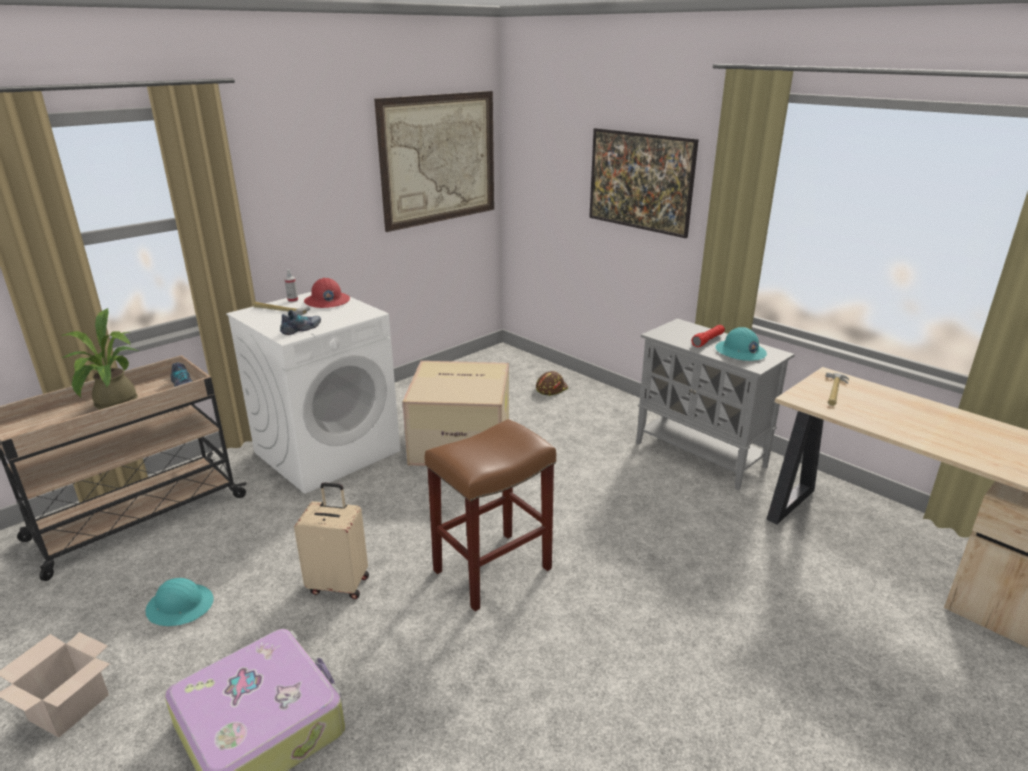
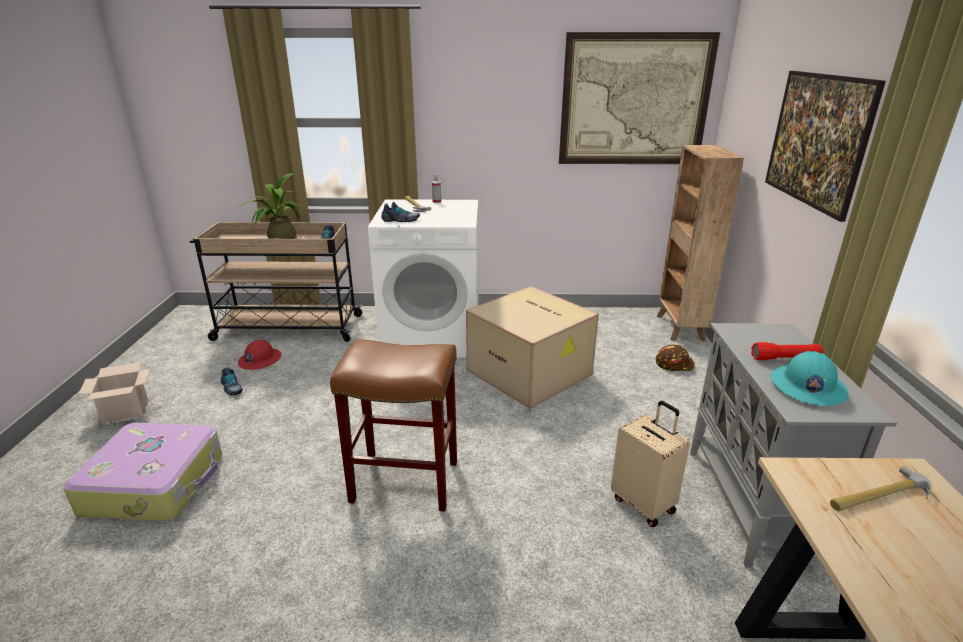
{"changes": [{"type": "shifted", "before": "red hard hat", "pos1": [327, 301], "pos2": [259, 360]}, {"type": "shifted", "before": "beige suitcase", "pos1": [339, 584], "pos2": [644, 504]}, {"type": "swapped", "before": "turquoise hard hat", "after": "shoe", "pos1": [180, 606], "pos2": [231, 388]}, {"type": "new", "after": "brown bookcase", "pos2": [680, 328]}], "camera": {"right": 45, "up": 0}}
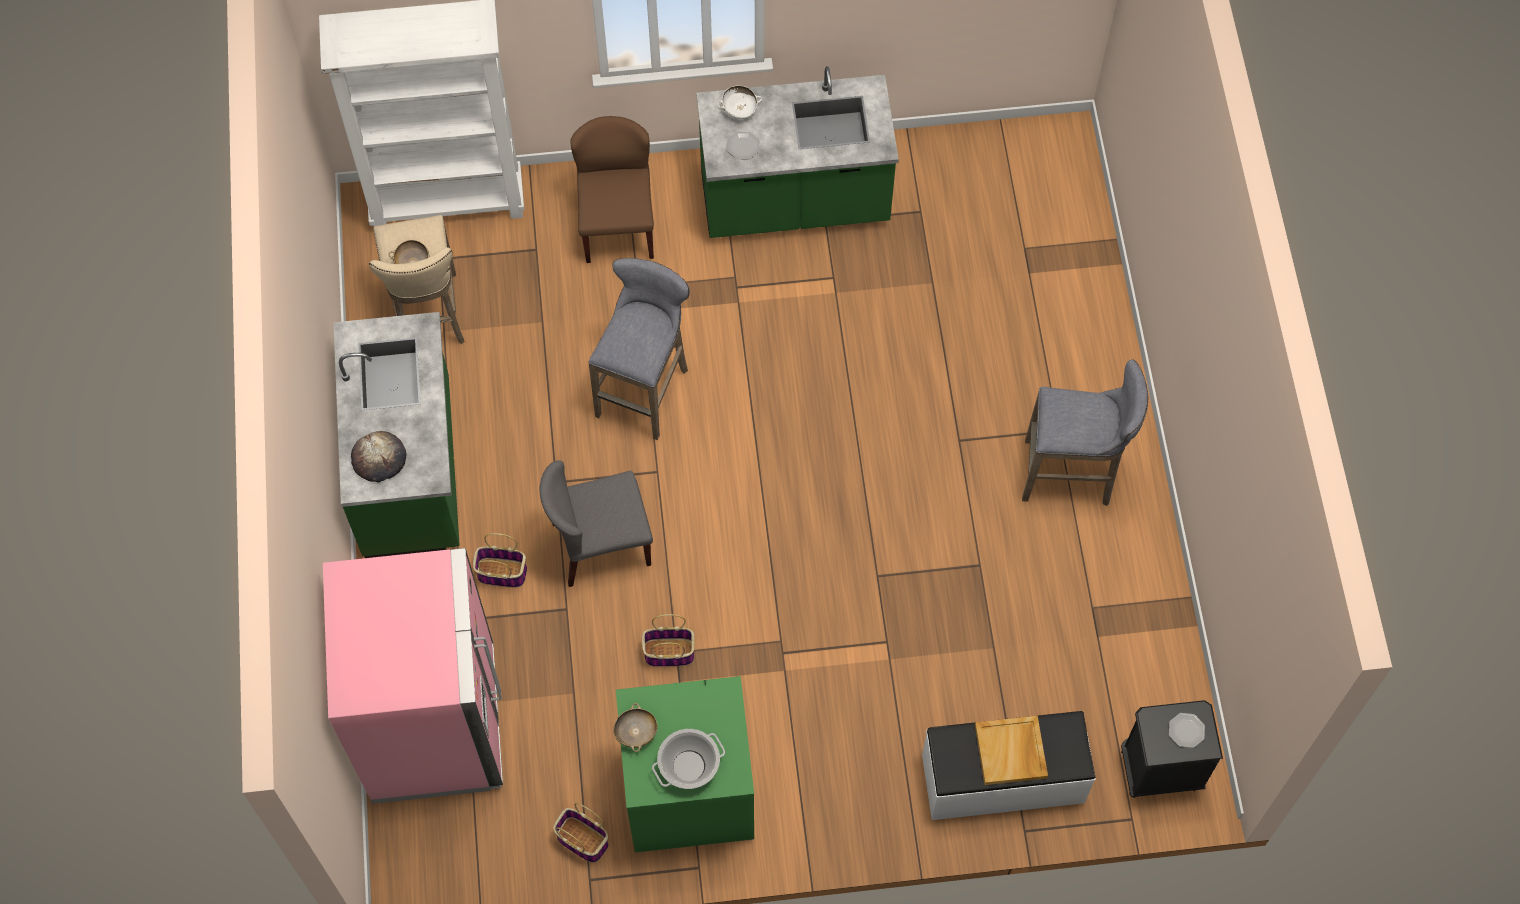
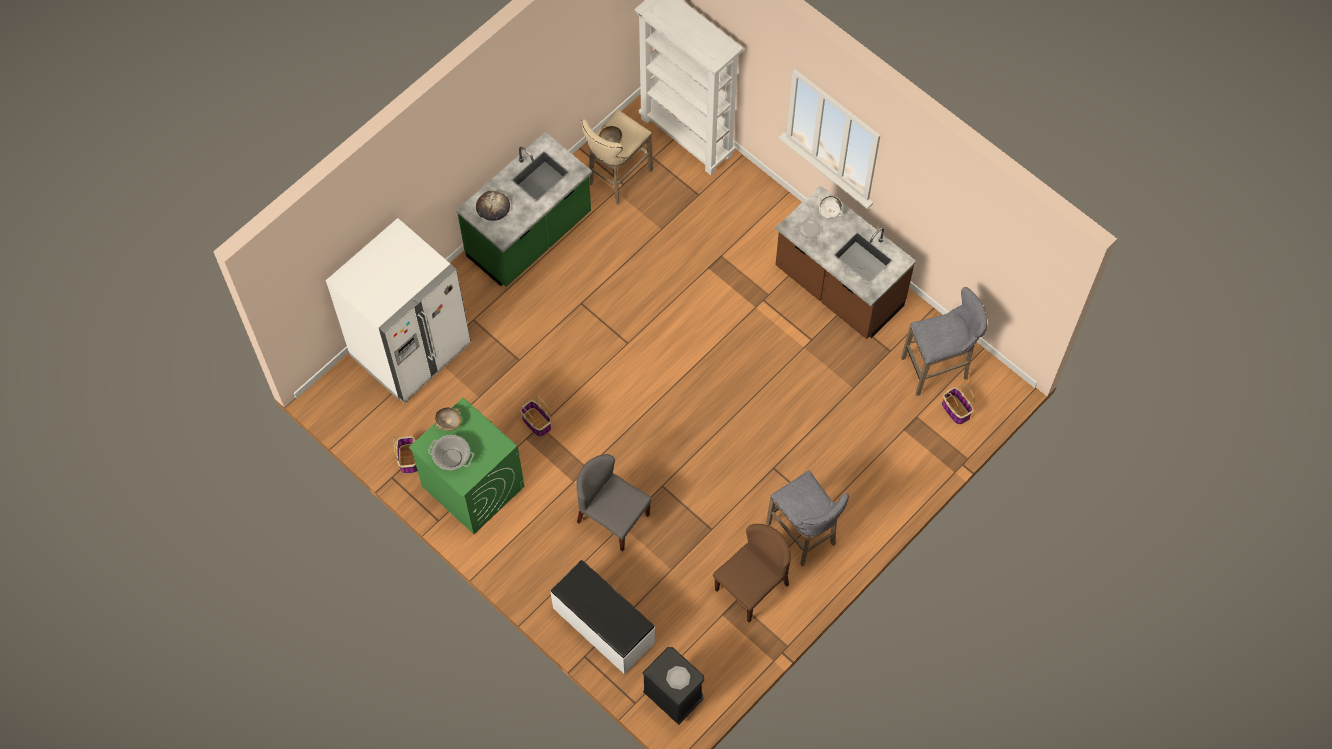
{"changes": [{"type": "repainted", "before": "green counter", "after": "brown counter", "pos1": [794, 202], "pos2": [838, 289]}, {"type": "shifted", "before": "brown chair", "pos1": [617, 226], "pos2": [752, 586]}, {"type": "shifted", "before": "grey stool", "pos1": [645, 389], "pos2": [938, 368]}, {"type": "shifted", "before": "grey chair", "pos1": [600, 544], "pos2": [612, 518]}, {"type": "shifted", "before": "basket", "pos1": [501, 573], "pos2": [955, 410]}, {"type": "repainted", "before": "pink fridge", "after": "white fridge", "pos1": [435, 724], "pos2": [411, 350]}, {"type": "gone", "before": "beige tray", "pos1": [1011, 752]}], "camera": {"right": 50, "up": 0}}
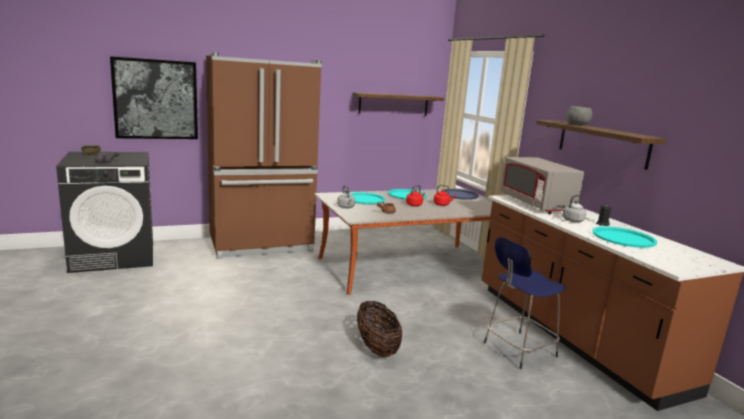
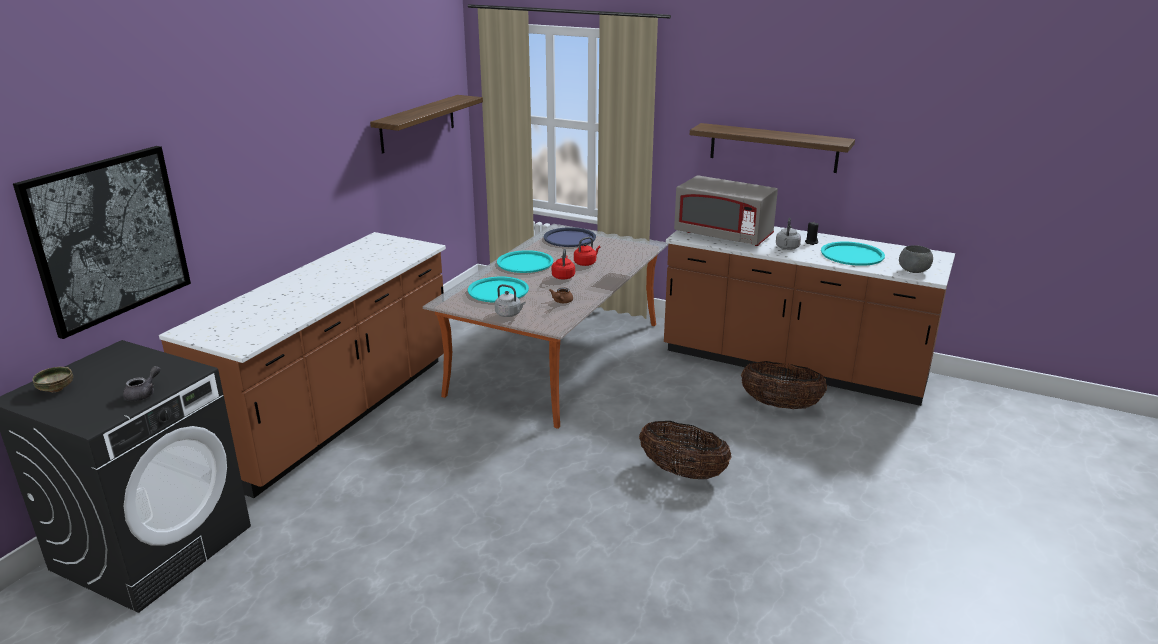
{"changes": [{"type": "swapped", "before": "brown fridge", "after": "brown counter", "pos1": [262, 245], "pos2": [337, 414]}, {"type": "shifted", "before": "grey bowl", "pos1": [577, 125], "pos2": [913, 271]}, {"type": "swapped", "before": "blue stool", "after": "basket", "pos1": [518, 350], "pos2": [780, 405]}], "camera": {"right": -40, "up": 10}}
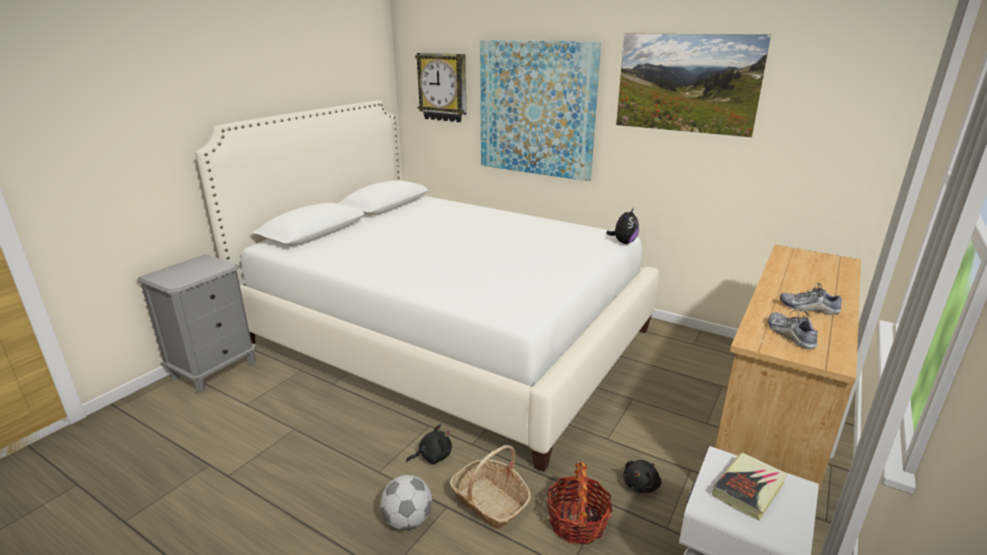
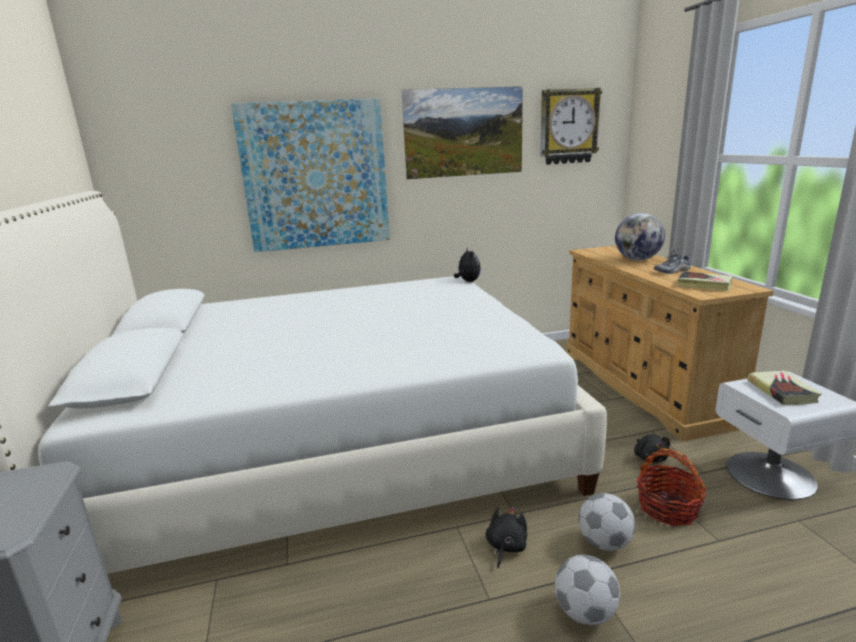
{"changes": [{"type": "shifted", "before": "wall clock", "pos1": [443, 87], "pos2": [568, 127]}, {"type": "swapped", "before": "shoe", "after": "book", "pos1": [790, 335], "pos2": [704, 285]}, {"type": "swapped", "before": "basket", "after": "football", "pos1": [490, 502], "pos2": [605, 543]}, {"type": "new", "after": "globe", "pos2": [637, 259]}], "camera": {"right": -45, "up": -5}}
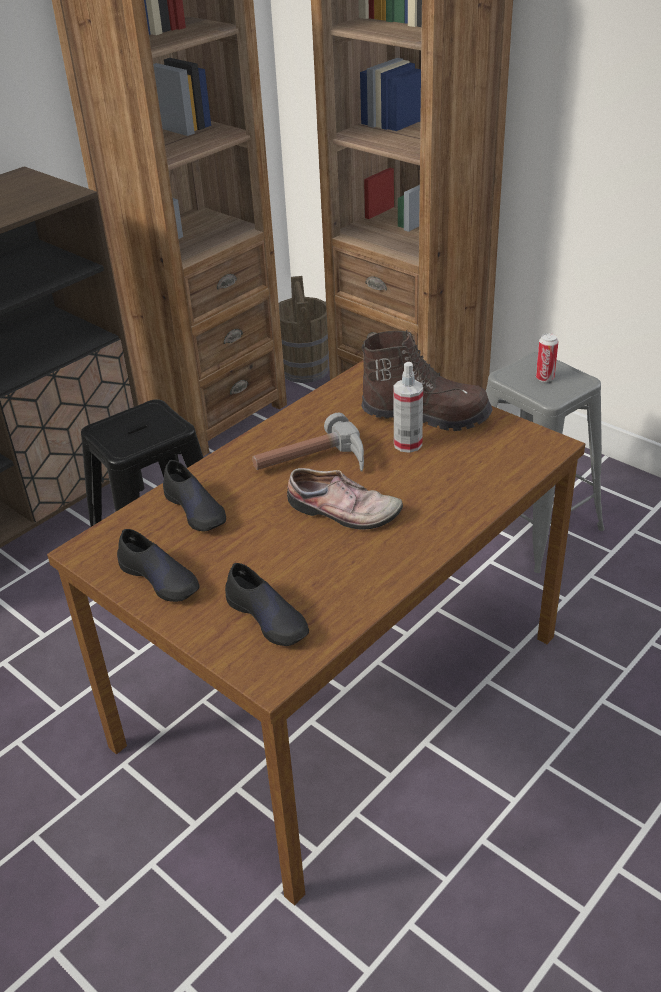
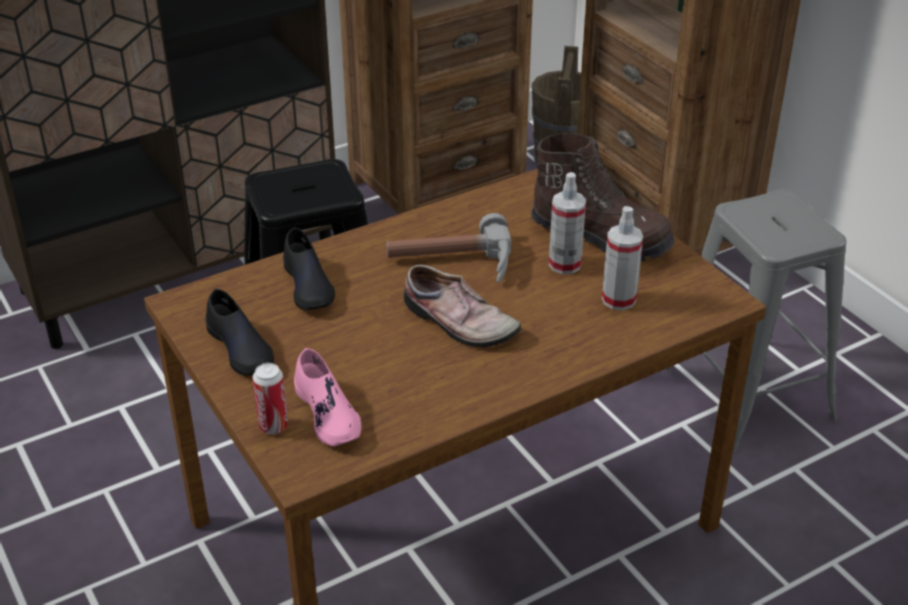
{"changes": [{"type": "shifted", "before": "can", "pos1": [545, 378], "pos2": [273, 426]}, {"type": "repainted", "before": "black shoe", "after": "pink shoe", "pos1": [268, 617], "pos2": [328, 413]}, {"type": "new", "after": "spray bottle", "pos2": [618, 300]}], "camera": {"right": 15, "up": 0}}
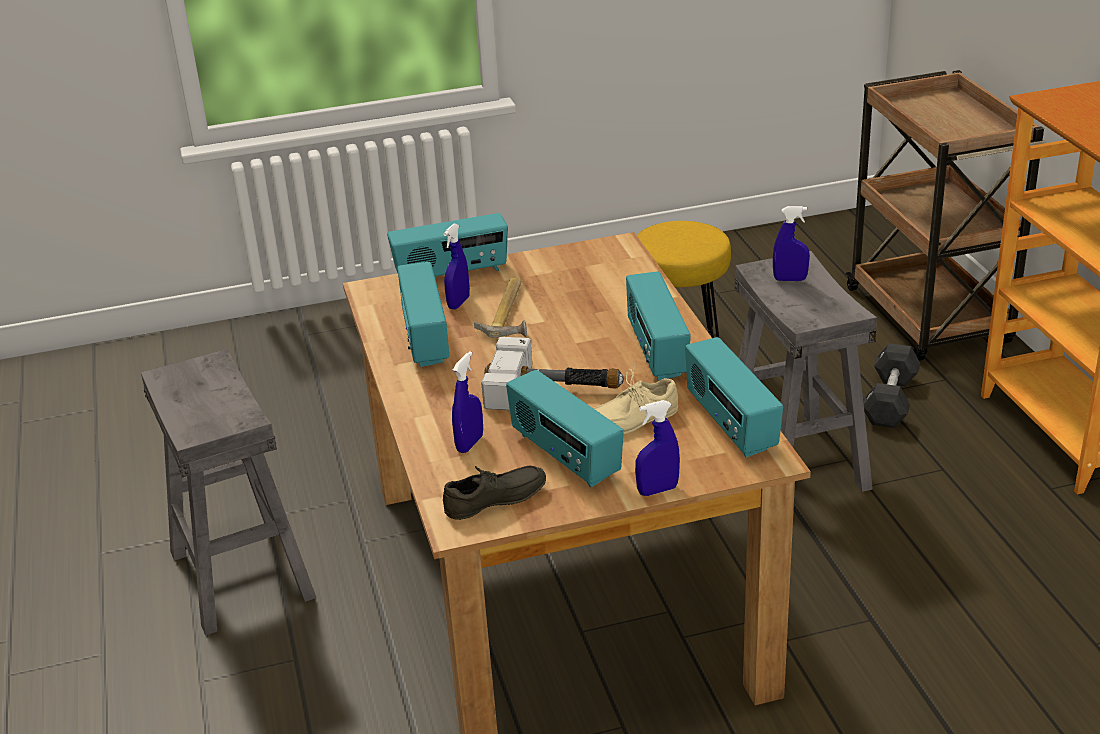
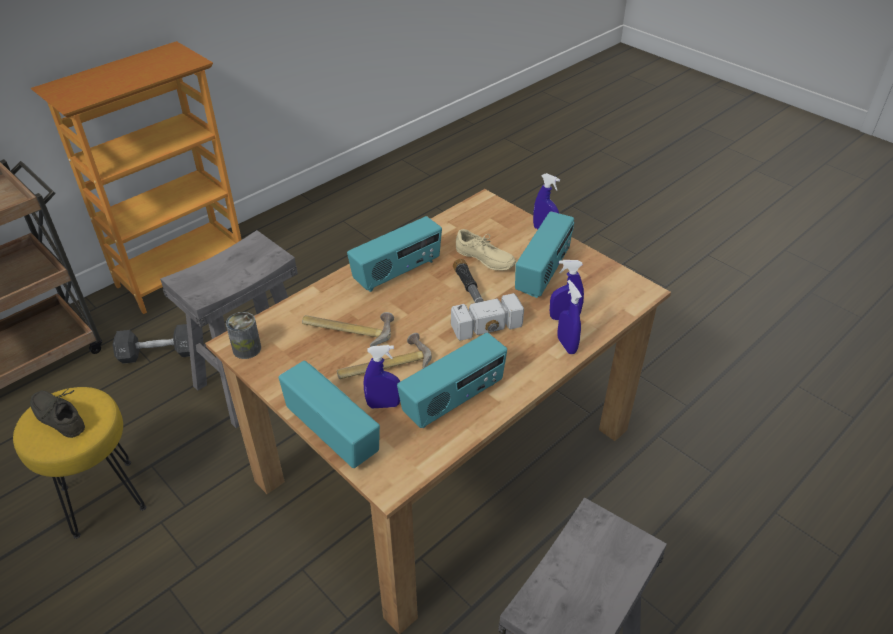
{"changes": [{"type": "shifted", "before": "blue spray bottle", "pos1": [790, 279], "pos2": [566, 345]}, {"type": "gone", "before": "radio", "pos1": [730, 425]}, {"type": "shifted", "before": "grey shoe", "pos1": [497, 502], "pos2": [61, 416]}, {"type": "new", "after": "can", "pos2": [247, 349]}, {"type": "new", "after": "hammer", "pos2": [348, 329]}], "camera": {"right": -120, "up": 10}}
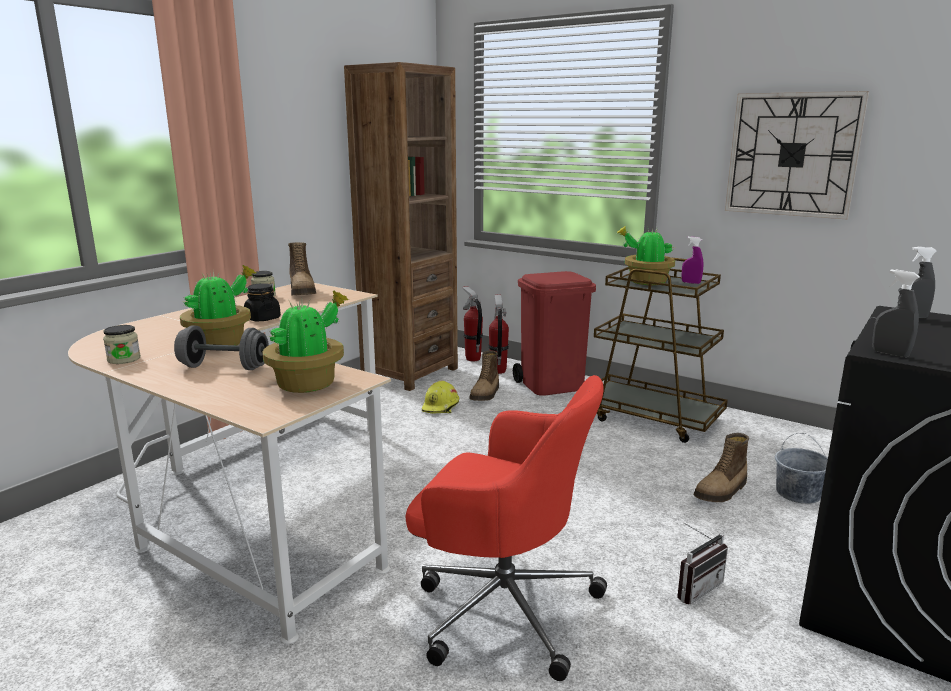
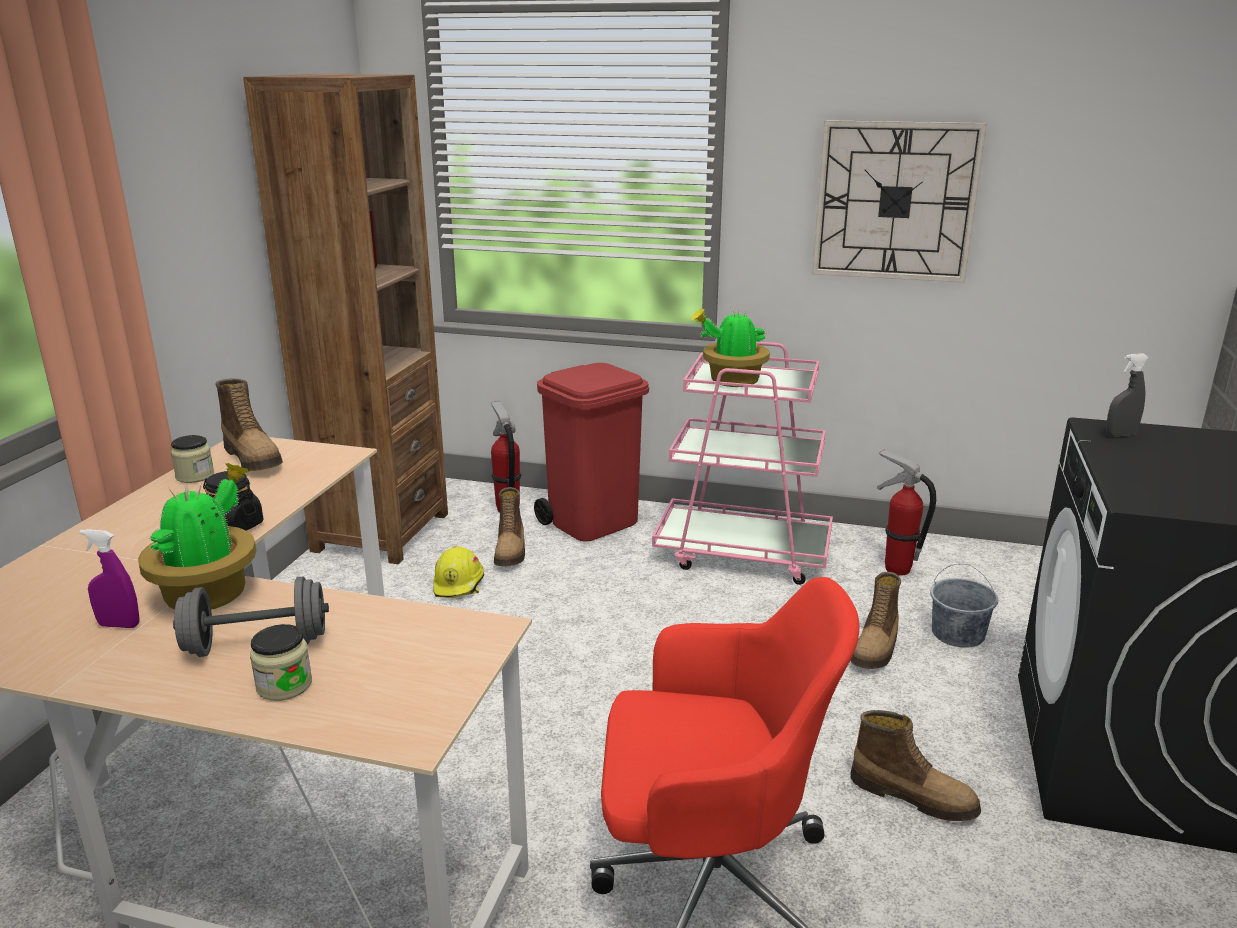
{"changes": [{"type": "shifted", "before": "purple spray bottle", "pos1": [691, 283], "pos2": [119, 625]}, {"type": "repainted", "before": "brown cart", "after": "pink cart", "pos1": [651, 418], "pos2": [743, 553]}, {"type": "gone", "before": "grey spray bottle", "pos1": [890, 354]}, {"type": "shifted", "before": "fire extinguisher", "pos1": [472, 359], "pos2": [896, 569]}, {"type": "gone", "before": "potted plant", "pos1": [309, 384]}, {"type": "shifted", "before": "jar", "pos1": [124, 359], "pos2": [284, 685]}, {"type": "swapped", "before": "radio", "after": "boot", "pos1": [694, 587], "pos2": [913, 796]}], "camera": {"right": -20, "up": 5}}
